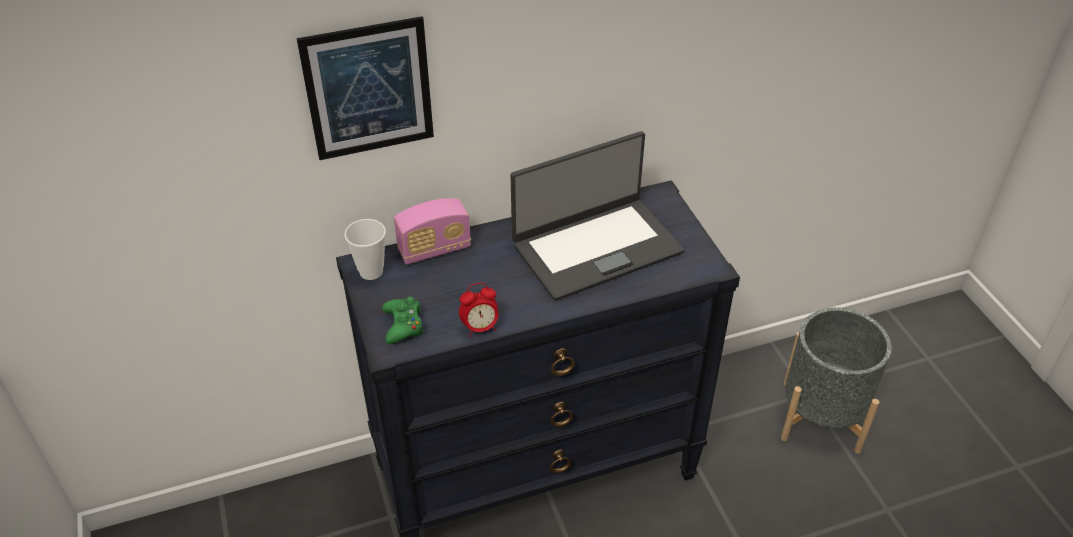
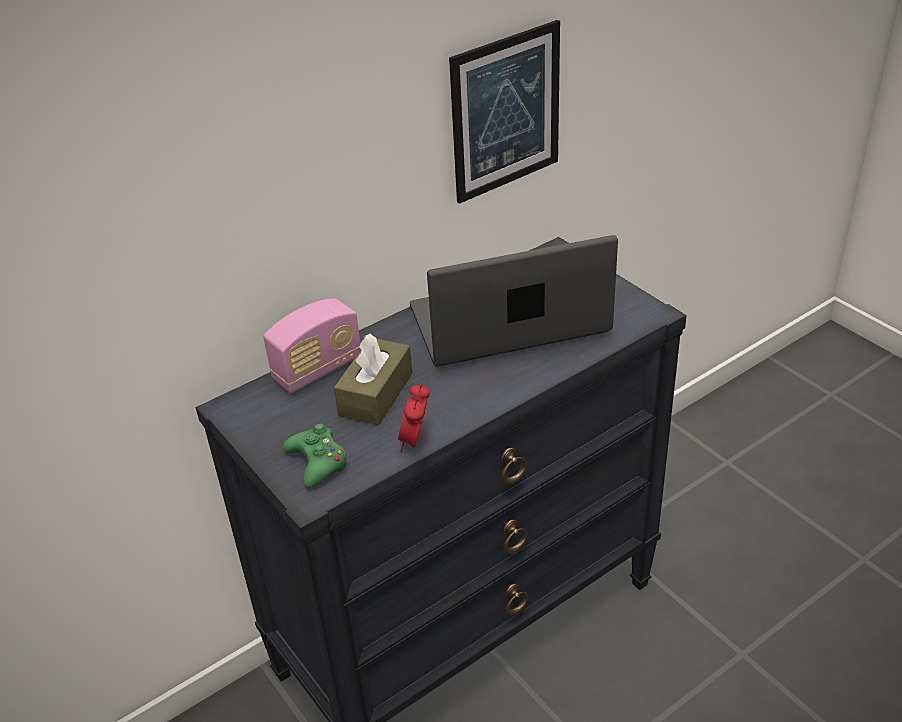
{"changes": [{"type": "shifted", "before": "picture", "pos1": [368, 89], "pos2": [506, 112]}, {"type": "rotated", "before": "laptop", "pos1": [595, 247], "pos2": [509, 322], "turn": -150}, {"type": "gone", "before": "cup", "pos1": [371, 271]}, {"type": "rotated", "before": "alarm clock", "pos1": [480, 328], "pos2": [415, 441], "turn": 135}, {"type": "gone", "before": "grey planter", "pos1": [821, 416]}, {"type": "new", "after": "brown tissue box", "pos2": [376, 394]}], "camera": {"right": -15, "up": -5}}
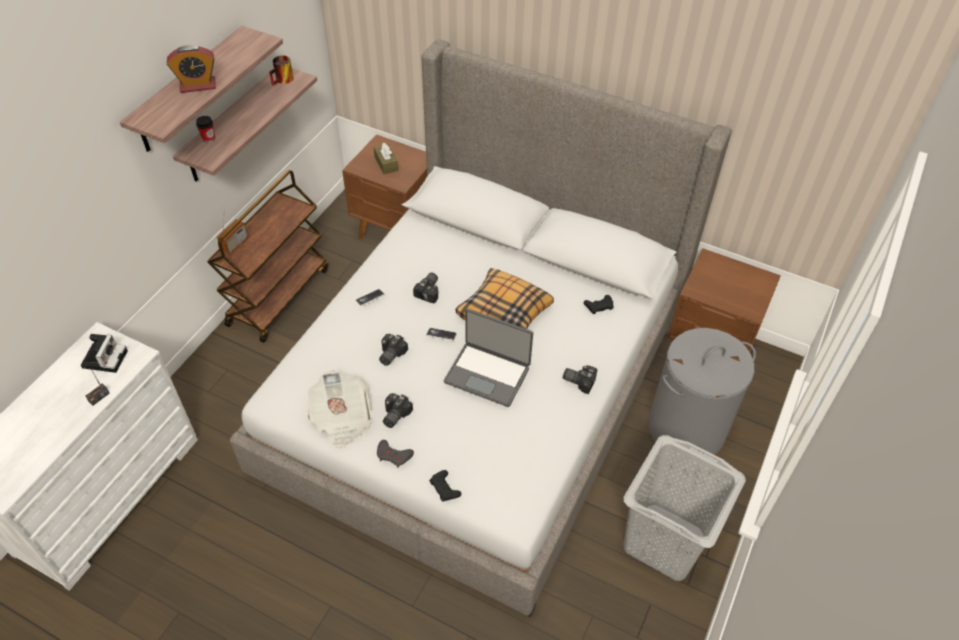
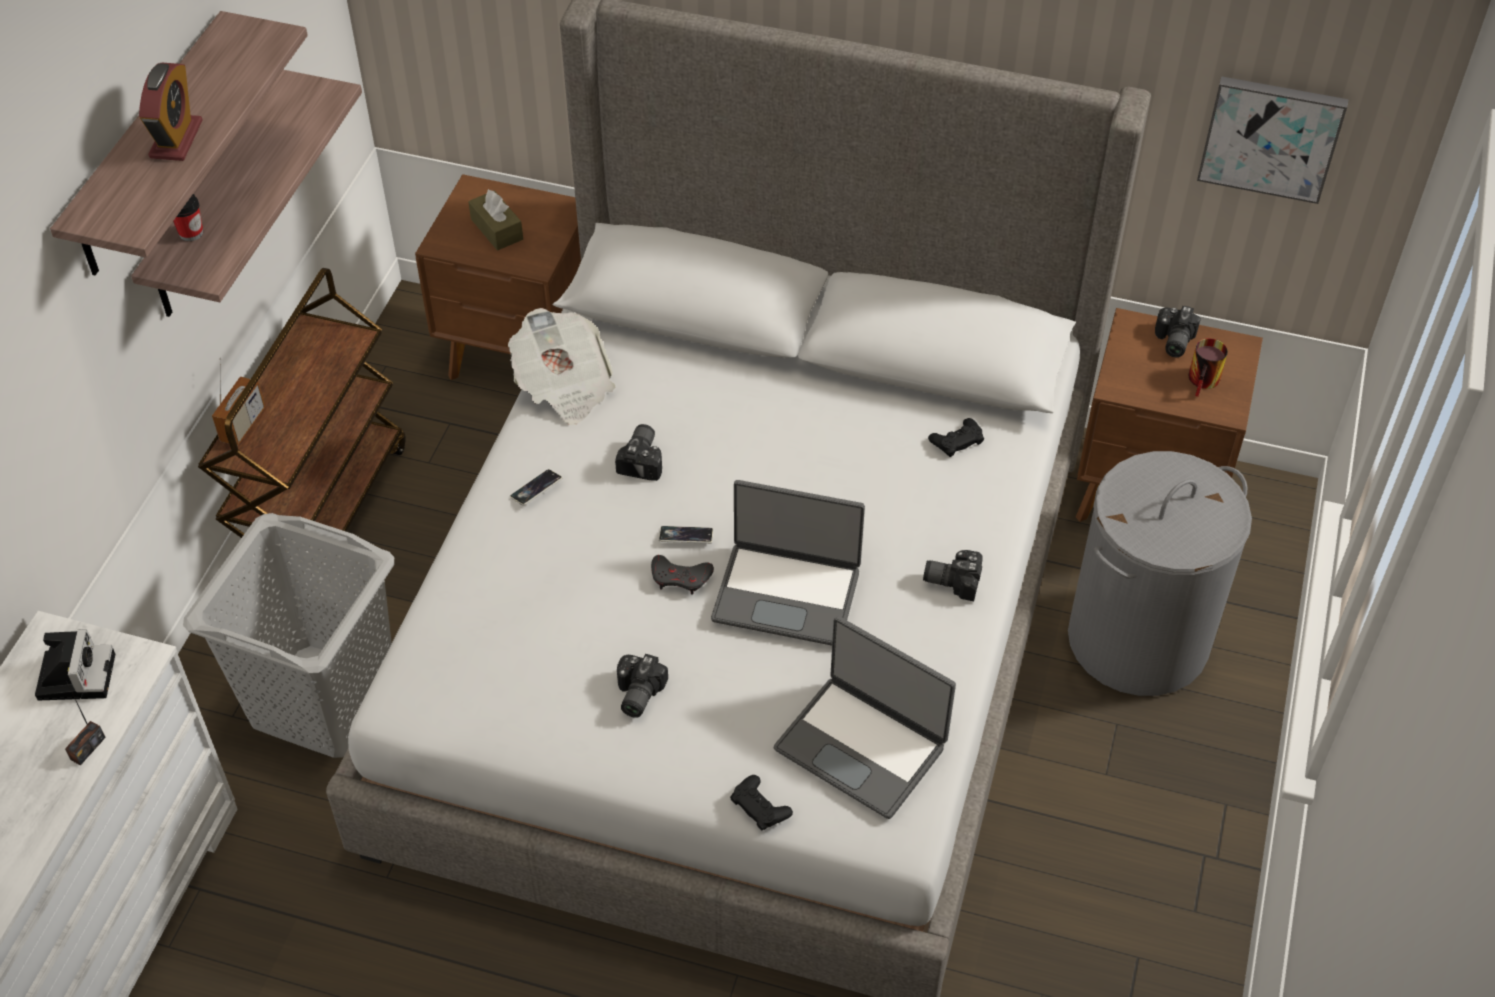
{"changes": [{"type": "rotated", "before": "alarm clock", "pos1": [198, 85], "pos2": [176, 139], "turn": -60}, {"type": "shifted", "before": "mug", "pos1": [283, 81], "pos2": [1205, 382]}, {"type": "gone", "before": "pillow", "pos1": [505, 312]}, {"type": "shifted", "before": "photo camera", "pos1": [390, 354], "pos2": [1172, 341]}, {"type": "shifted", "before": "newspaper", "pos1": [341, 419], "pos2": [564, 386]}, {"type": "shifted", "before": "grey laundry basket", "pos1": [665, 541], "pos2": [325, 701]}, {"type": "shifted", "before": "grey game controller", "pos1": [393, 455], "pos2": [680, 577]}, {"type": "new", "after": "picture", "pos2": [1271, 137]}, {"type": "new", "after": "laptop", "pos2": [862, 746]}], "camera": {"right": -10, "up": 0}}
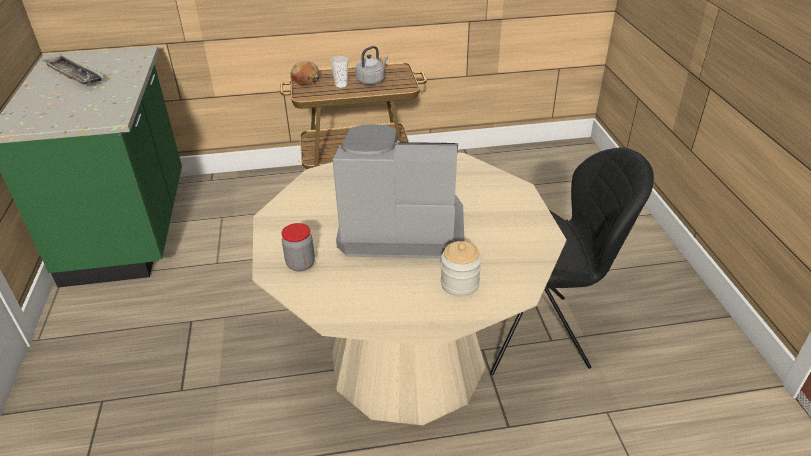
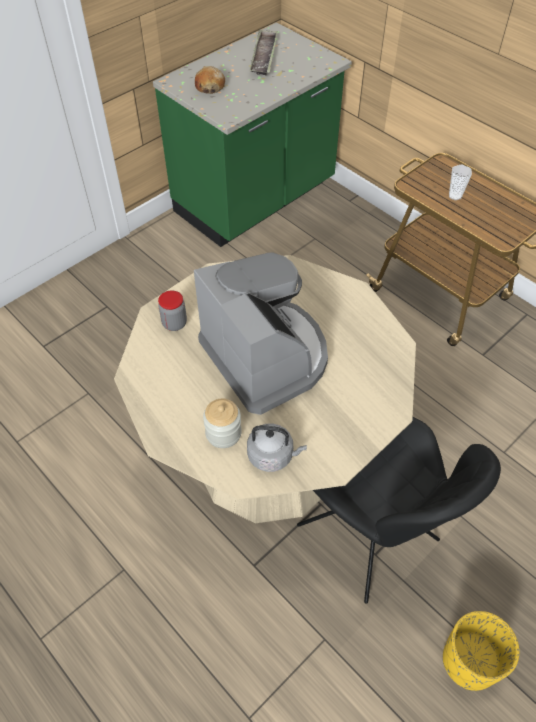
{"changes": [{"type": "shifted", "before": "grey kettle", "pos1": [371, 80], "pos2": [273, 455]}, {"type": "shifted", "before": "bread", "pos1": [306, 79], "pos2": [210, 86]}, {"type": "new", "after": "yellow planter", "pos2": [469, 661]}], "camera": {"right": 55, "up": 15}}
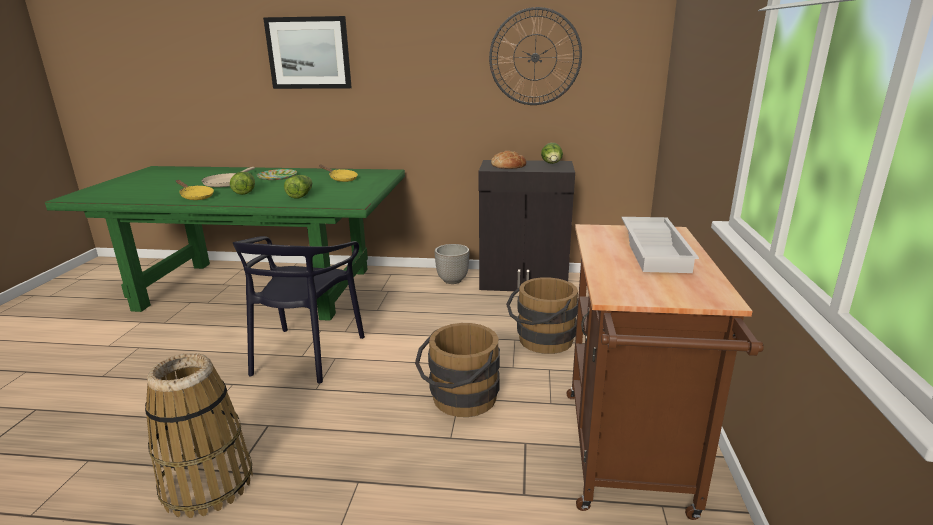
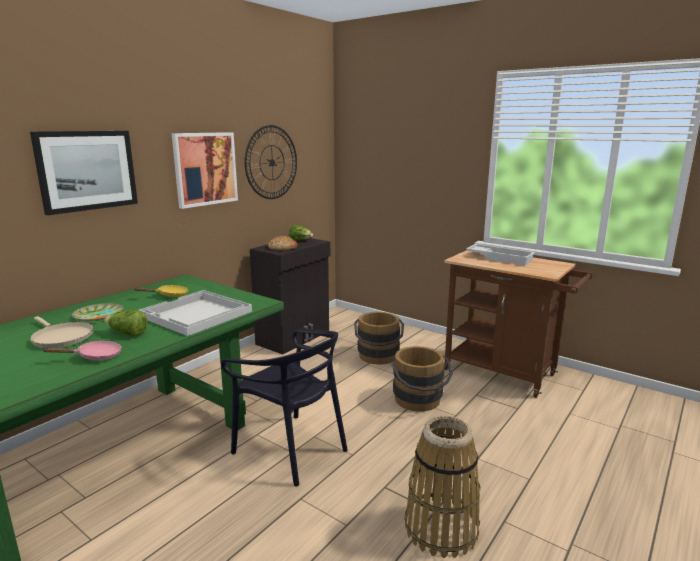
{"changes": [{"type": "swapped", "before": "lettuce", "after": "white tray", "pos1": [300, 195], "pos2": [196, 314]}, {"type": "repainted", "before": "yellow frying pan", "after": "pink frying pan", "pos1": [195, 196], "pos2": [95, 356]}, {"type": "gone", "before": "planter", "pos1": [453, 280]}, {"type": "new", "after": "picture", "pos2": [205, 169]}], "camera": {"right": -60, "up": -5}}
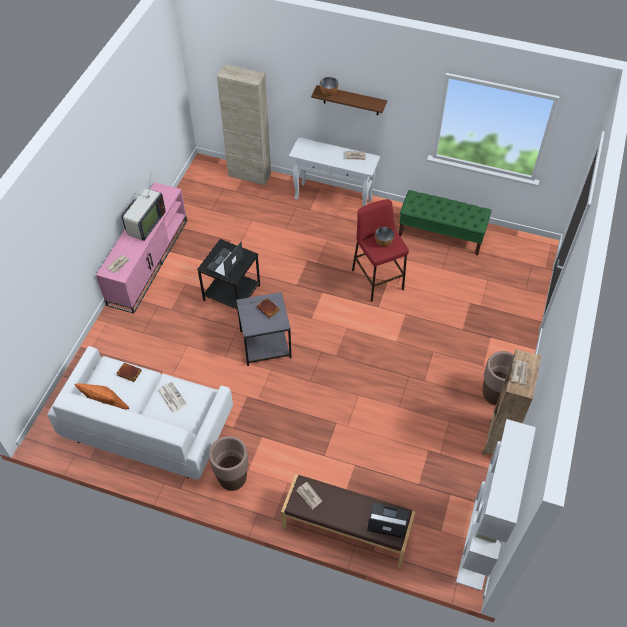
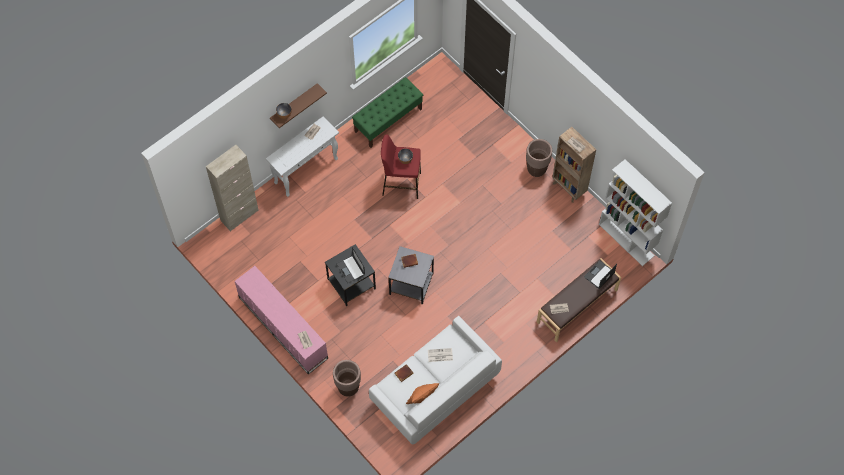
{"changes": [{"type": "gone", "before": "television", "pos1": [144, 225]}, {"type": "shifted", "before": "brown planter", "pos1": [232, 479], "pos2": [348, 388]}], "camera": {"right": -60, "up": 10}}
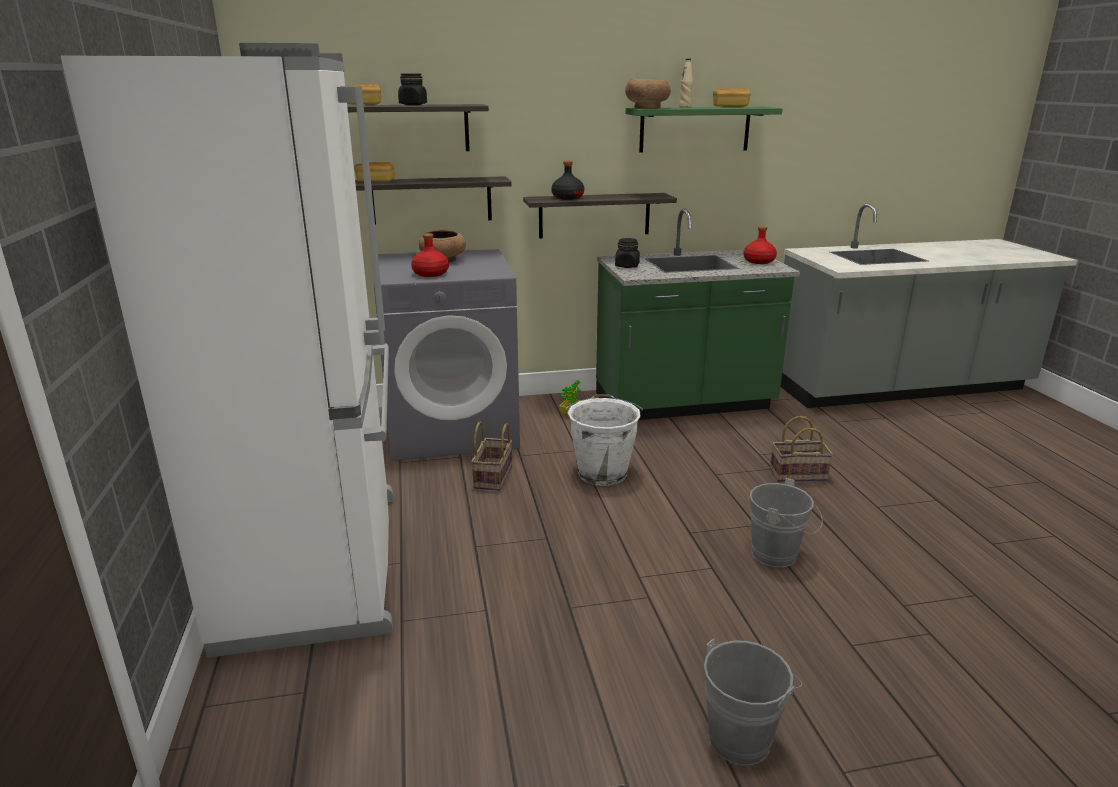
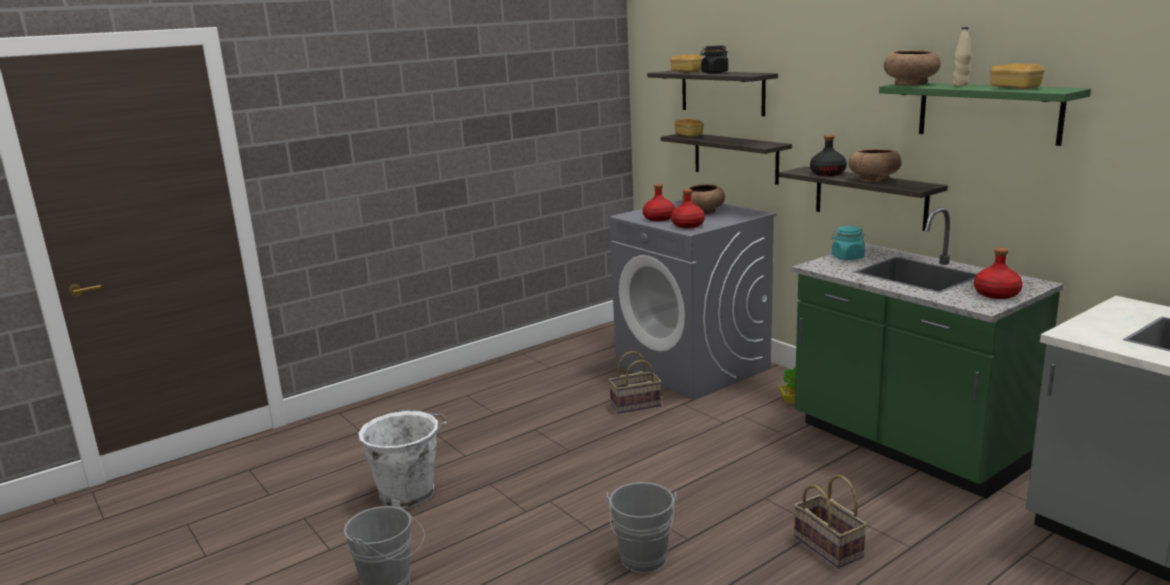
{"changes": [{"type": "gone", "before": "white fridge", "pos1": [320, 564]}, {"type": "repainted", "before": "black jar", "after": "turquoise jar", "pos1": [627, 266], "pos2": [847, 257]}, {"type": "shifted", "before": "white bucket", "pos1": [602, 472], "pos2": [410, 494]}, {"type": "new", "after": "brown bowl", "pos2": [873, 180]}, {"type": "new", "after": "red bottle", "pos2": [688, 225]}], "camera": {"right": 65, "up": -5}}
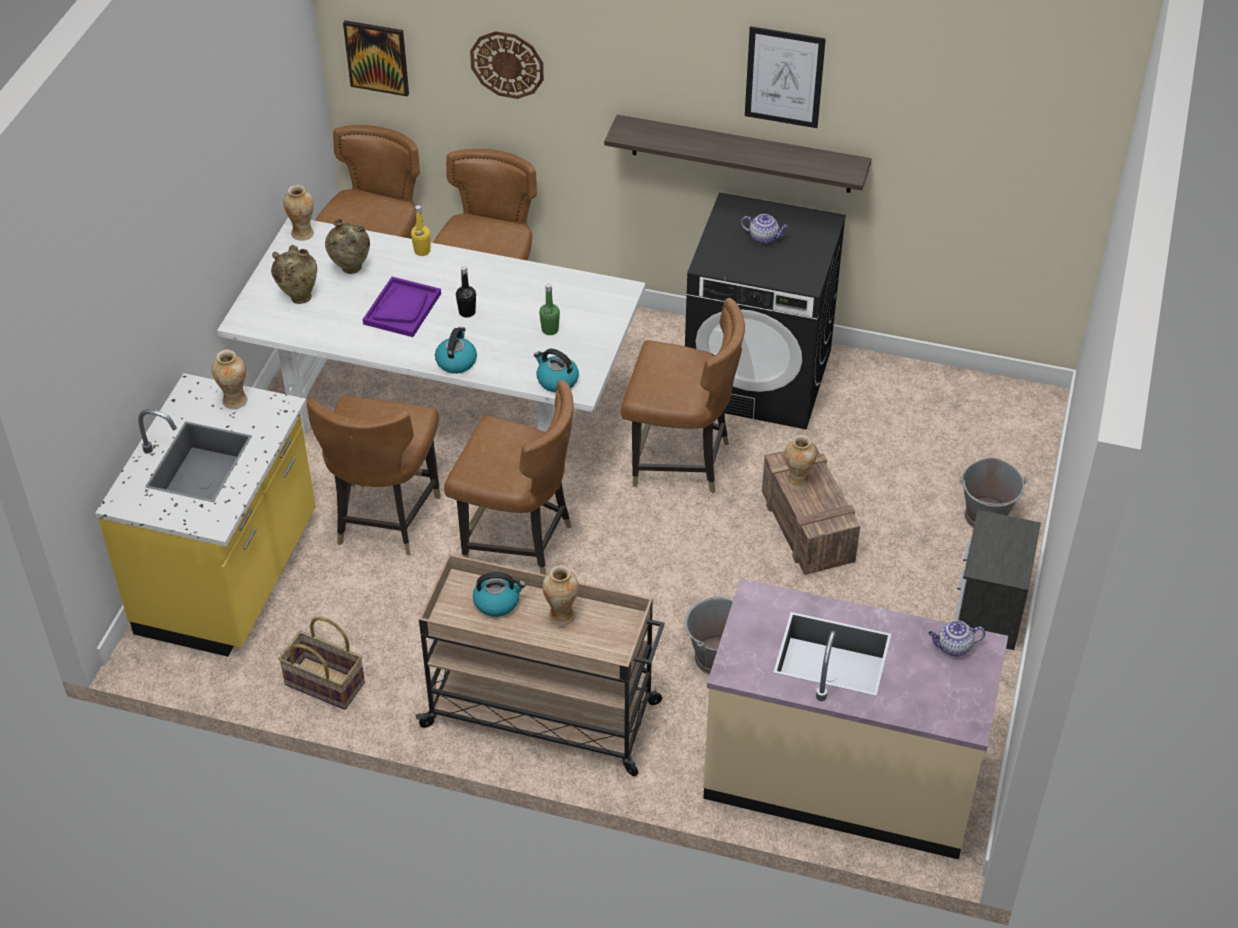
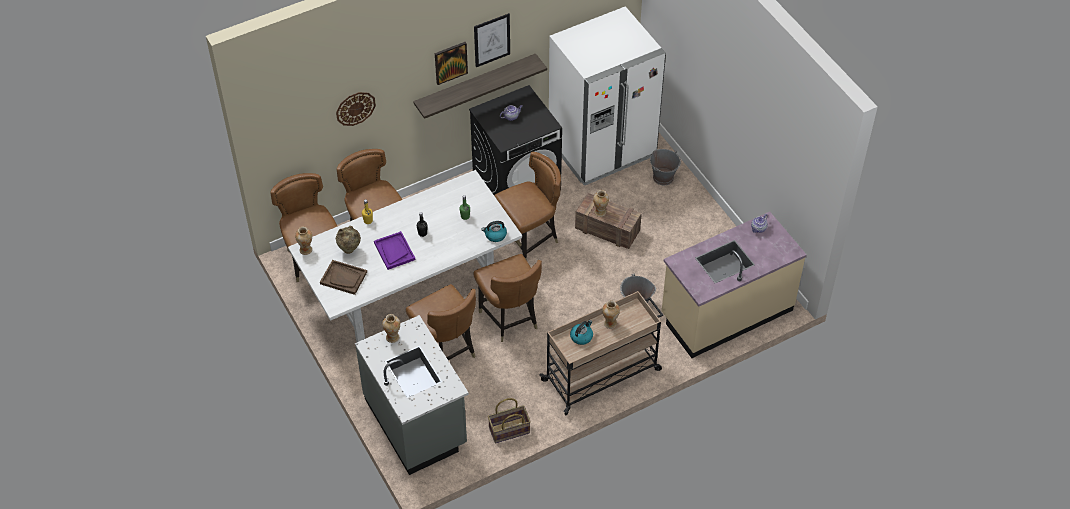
{"changes": [{"type": "shifted", "before": "picture", "pos1": [377, 57], "pos2": [450, 62]}, {"type": "swapped", "before": "beige vase", "after": "brown tray", "pos1": [298, 296], "pos2": [344, 278]}, {"type": "gone", "before": "kettle", "pos1": [456, 361]}, {"type": "repainted", "before": "yellow counter", "after": "grey counter", "pos1": [230, 577], "pos2": [416, 422]}, {"type": "rotated", "before": "brown chair", "pos1": [518, 541], "pos2": [509, 318], "turn": 90}, {"type": "gone", "before": "nightstand", "pos1": [988, 611]}, {"type": "new", "after": "white fridge", "pos2": [602, 149]}], "camera": {"right": -45, "up": 5}}
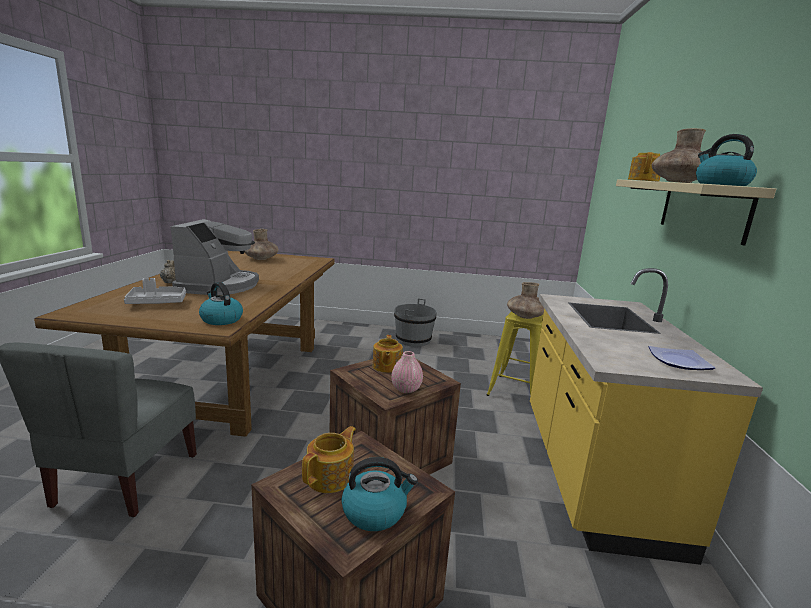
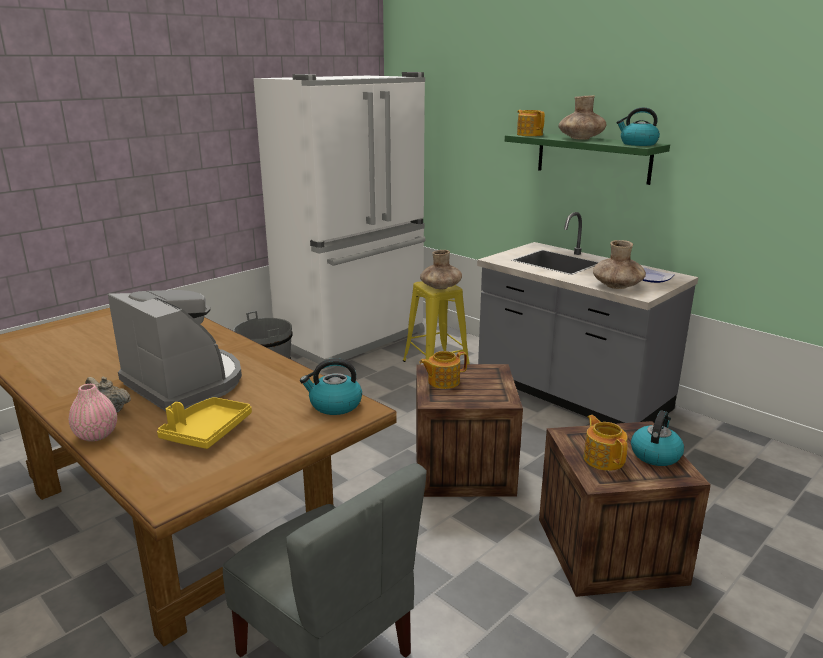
{"changes": [{"type": "repainted", "before": "beige shelf", "after": "green shelf", "pos1": [702, 209], "pos2": [593, 157]}, {"type": "shifted", "before": "brown vase", "pos1": [261, 259], "pos2": [617, 286]}, {"type": "repainted", "before": "yellow counter", "after": "grey counter", "pos1": [592, 473], "pos2": [570, 395]}, {"type": "repainted", "before": "grey tray", "after": "yellow tray", "pos1": [157, 302], "pos2": [206, 432]}, {"type": "rotated", "before": "teapot", "pos1": [386, 366], "pos2": [442, 381], "turn": 120}, {"type": "shifted", "before": "pink vase", "pos1": [406, 389], "pos2": [96, 435]}, {"type": "new", "after": "white fridge", "pos2": [354, 339]}], "camera": {"right": -50, "up": 5}}
